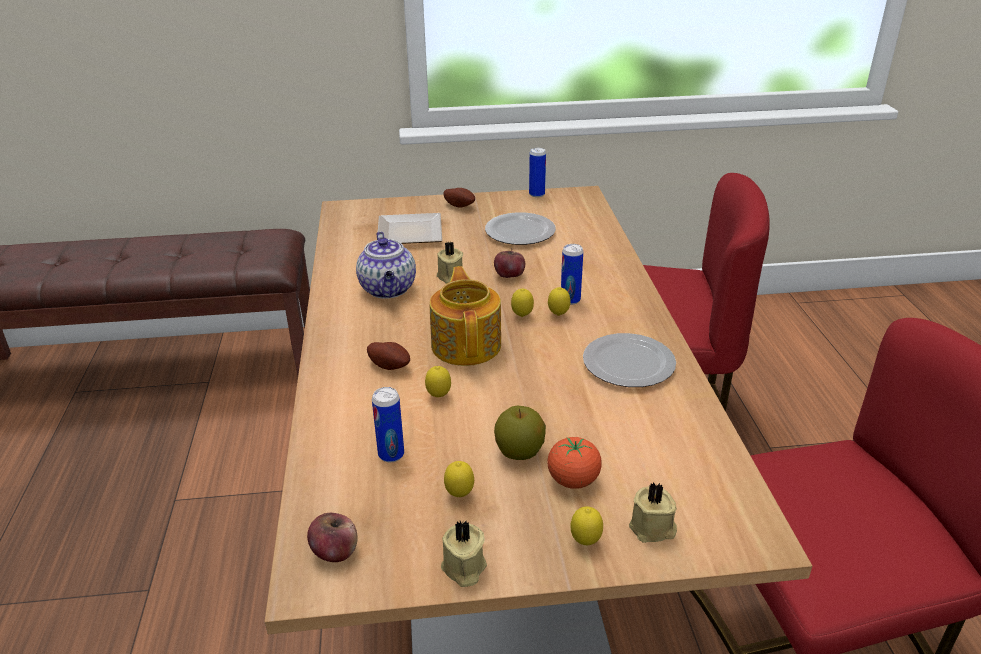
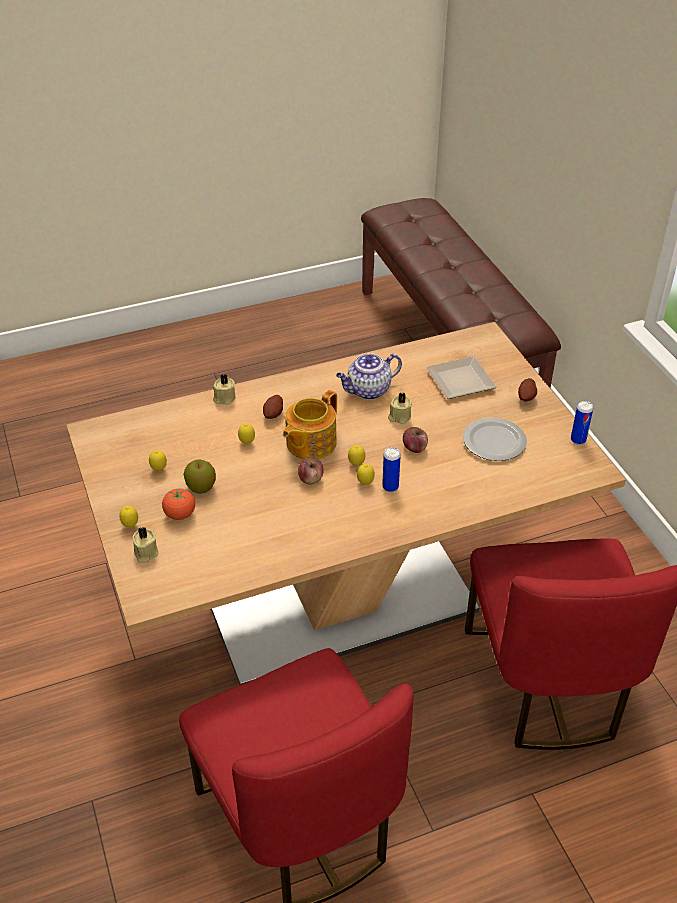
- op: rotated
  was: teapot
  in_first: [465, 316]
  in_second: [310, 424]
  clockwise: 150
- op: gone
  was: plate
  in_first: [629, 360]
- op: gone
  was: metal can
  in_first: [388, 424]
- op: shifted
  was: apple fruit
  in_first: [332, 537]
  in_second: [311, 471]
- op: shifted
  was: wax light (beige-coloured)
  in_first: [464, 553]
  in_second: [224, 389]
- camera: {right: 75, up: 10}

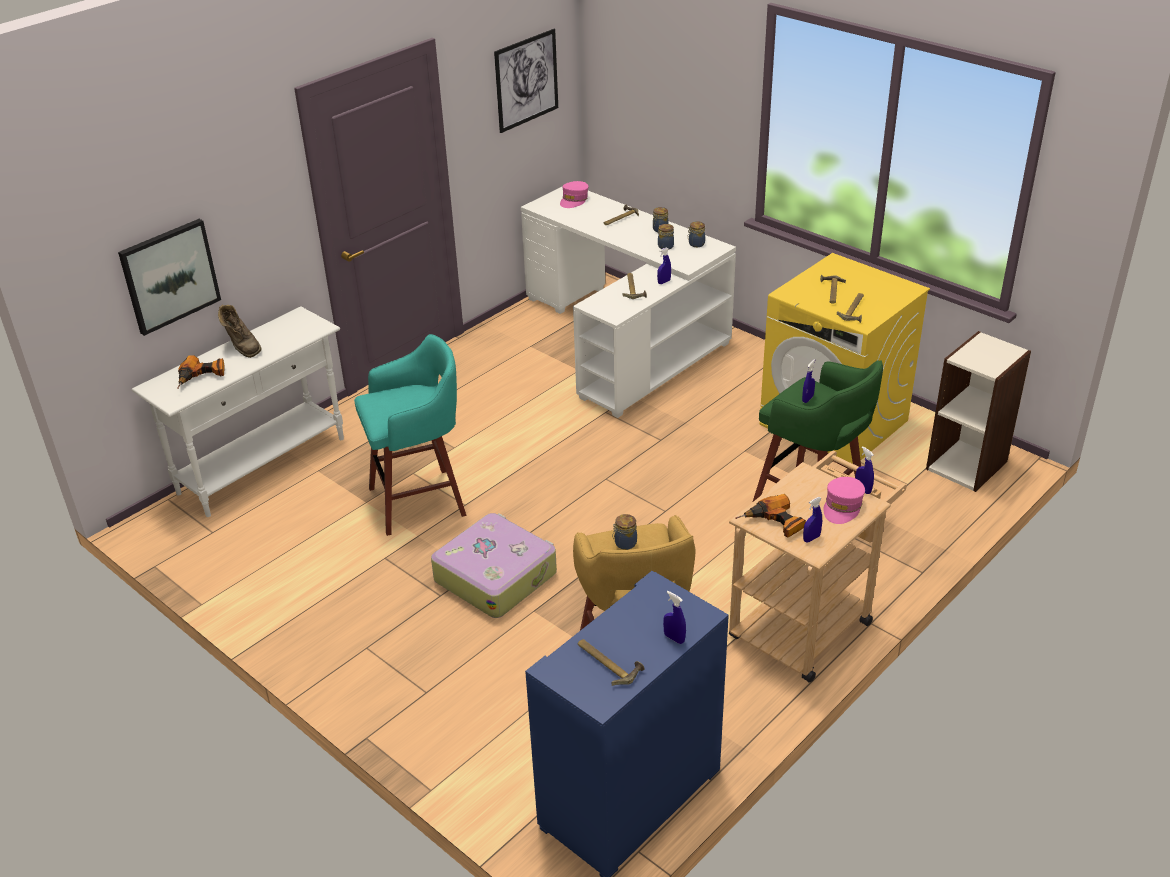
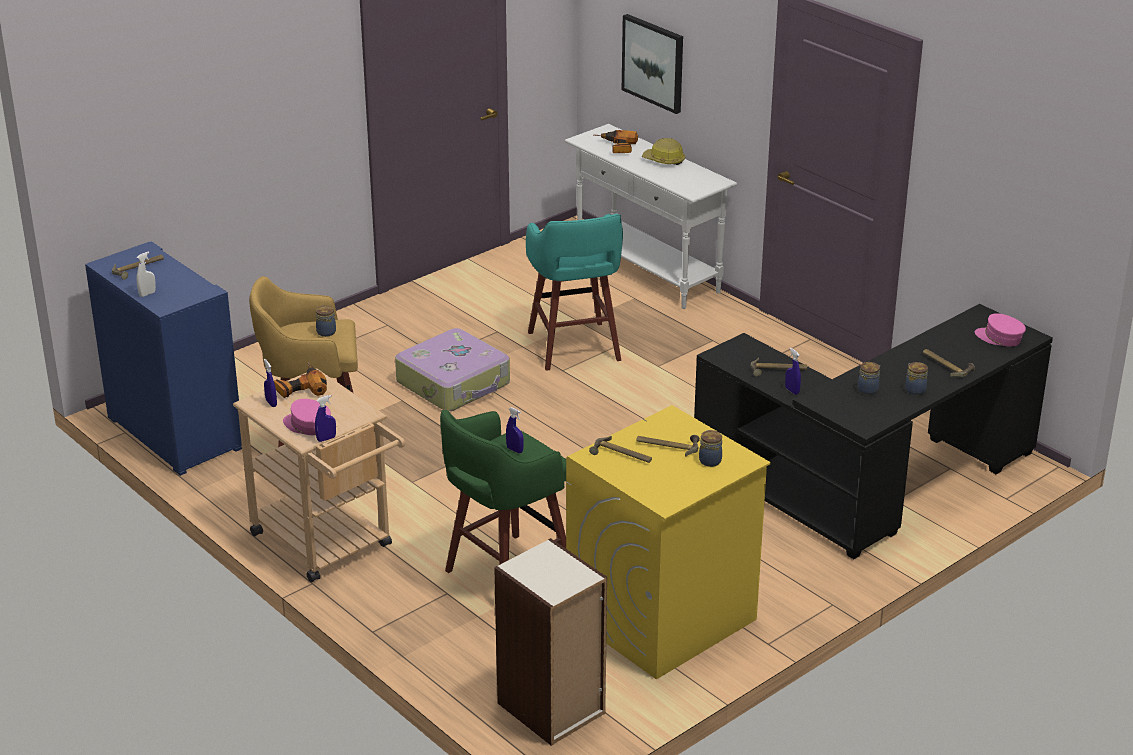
- op: gone
  was: picture
  in_first: [526, 81]
- op: repainted
  was: desk table (whitish)
  now: desk table (blackish)
  in_first: [628, 302]
  in_second: [873, 431]
- op: shifted
  was: preserve jar
  in_first: [696, 234]
  in_second: [710, 448]
- op: swapped
  was: tall boot (brown-coloured)
  now: hard hat
  in_first: [240, 331]
  in_second: [663, 151]
- op: repainted
  was: sprayer (bluish)
  now: sprayer (whitish)
  in_first: [674, 617]
  in_second: [146, 274]
- camera: {right: 95, up: -5}

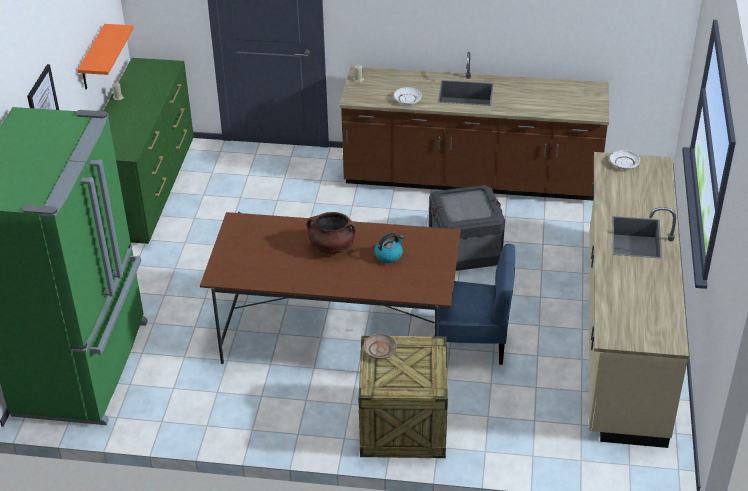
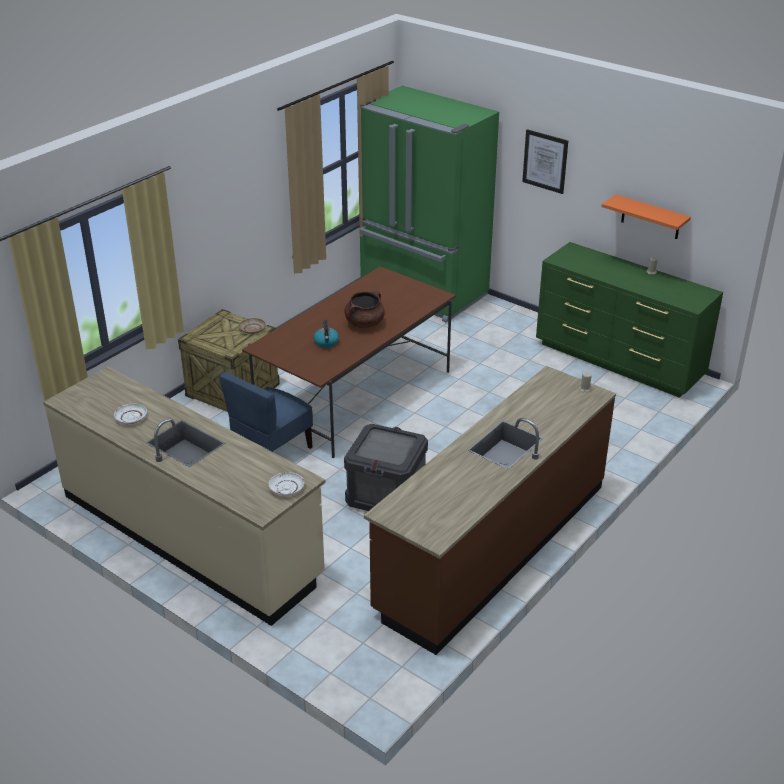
- op: shifted
  was: plate (whitish)
  in_first: [408, 96]
  in_second: [130, 414]
- camera: {right: 120, up: -5}

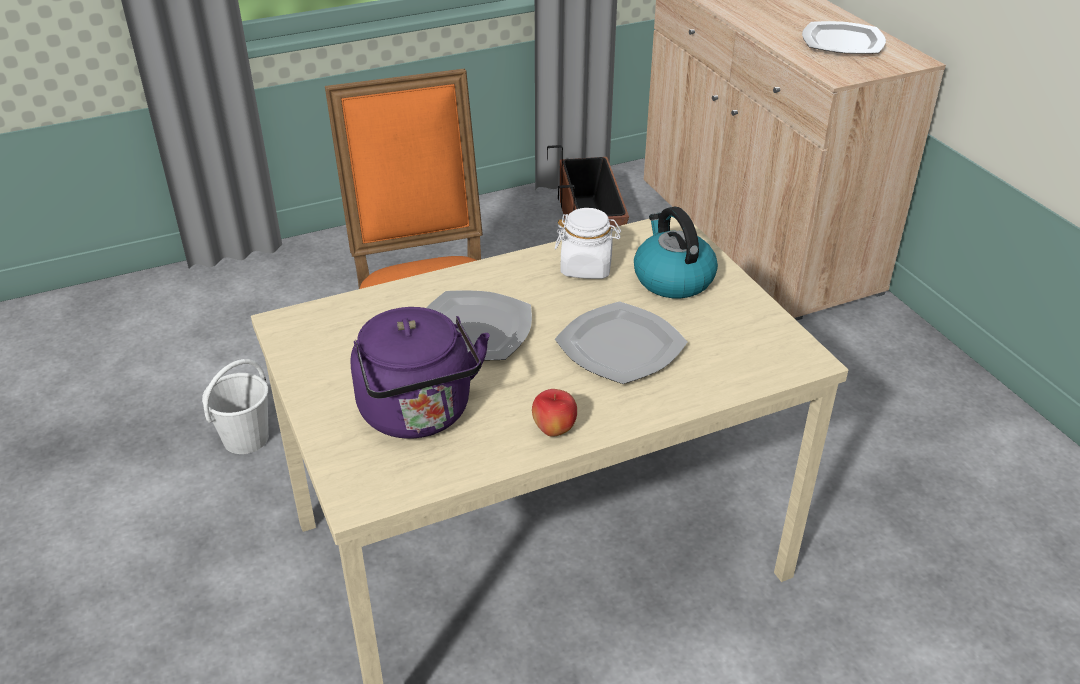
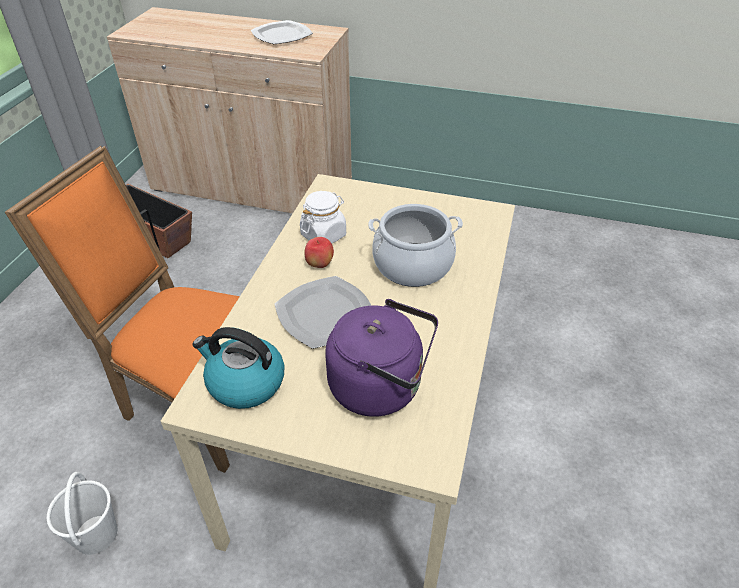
- op: shifted
  was: water kettle
  in_first: [676, 252]
  in_second: [239, 368]
- op: swapped
  was: plate
  now: saucepot
  in_first: [621, 342]
  in_second: [415, 245]
- op: shifted
  was: apple fruit
  in_first: [554, 413]
  in_second: [319, 252]
- camera: {right: -50, up: 5}

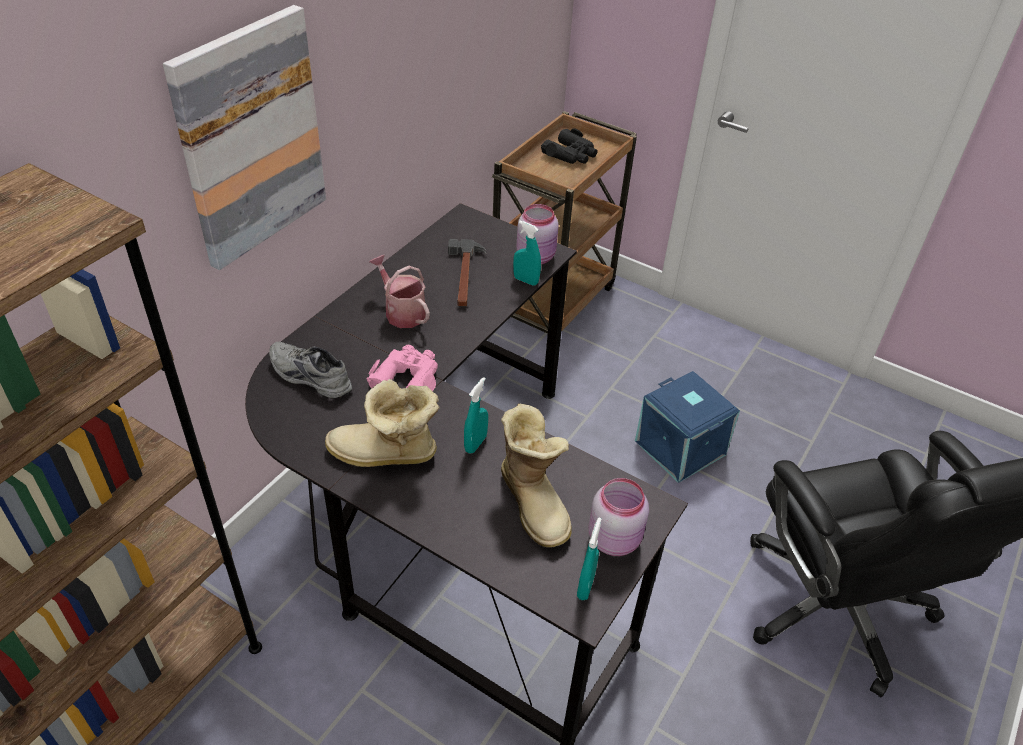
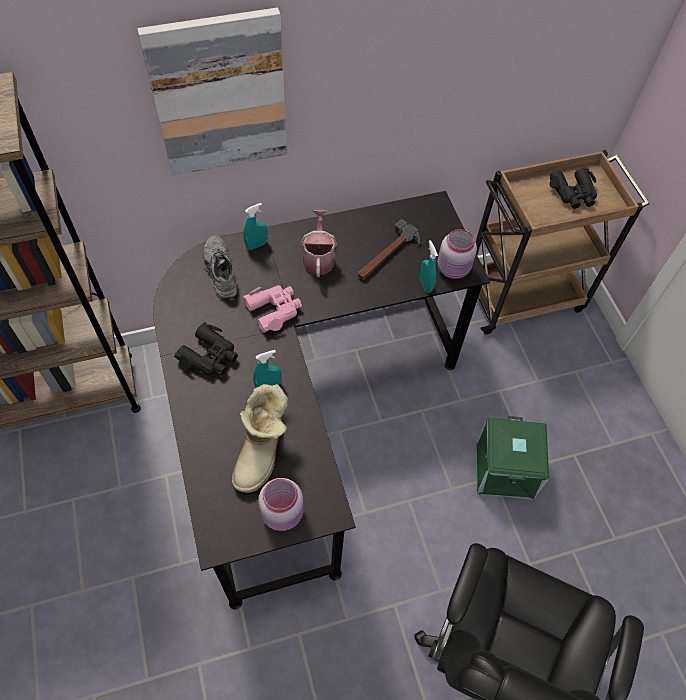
- op: repainted
  was: storage container (bluish)
  now: storage container (green)
  in_first: [687, 427]
  in_second: [513, 458]
- op: swapped
  was: tall boot
  now: field glasses (blackish)
  in_first: [382, 423]
  in_second: [206, 349]
- op: shifted
  was: sprayer (blue-green)
  in_first: [589, 559]
  in_second: [256, 226]
- camera: {right: 40, up: 15}

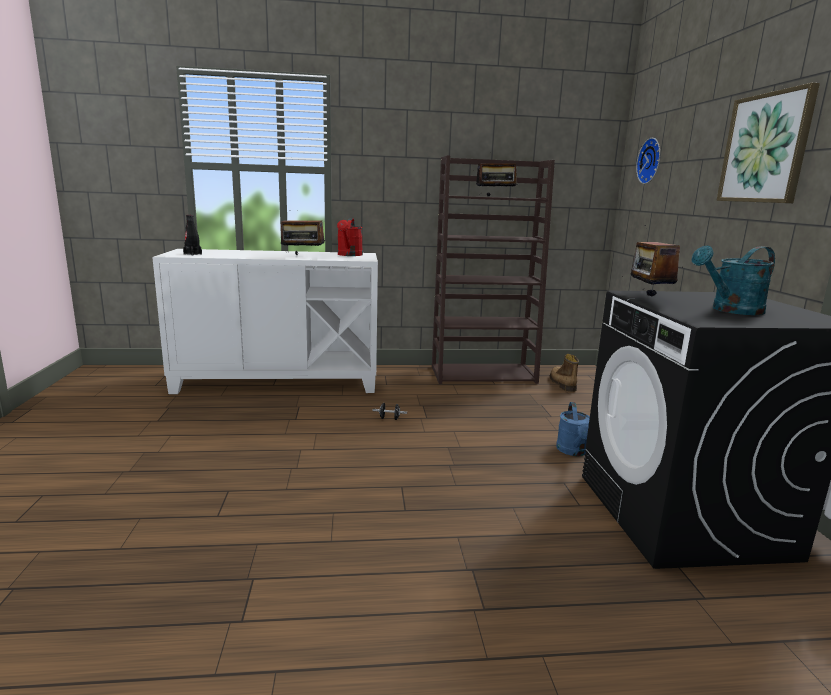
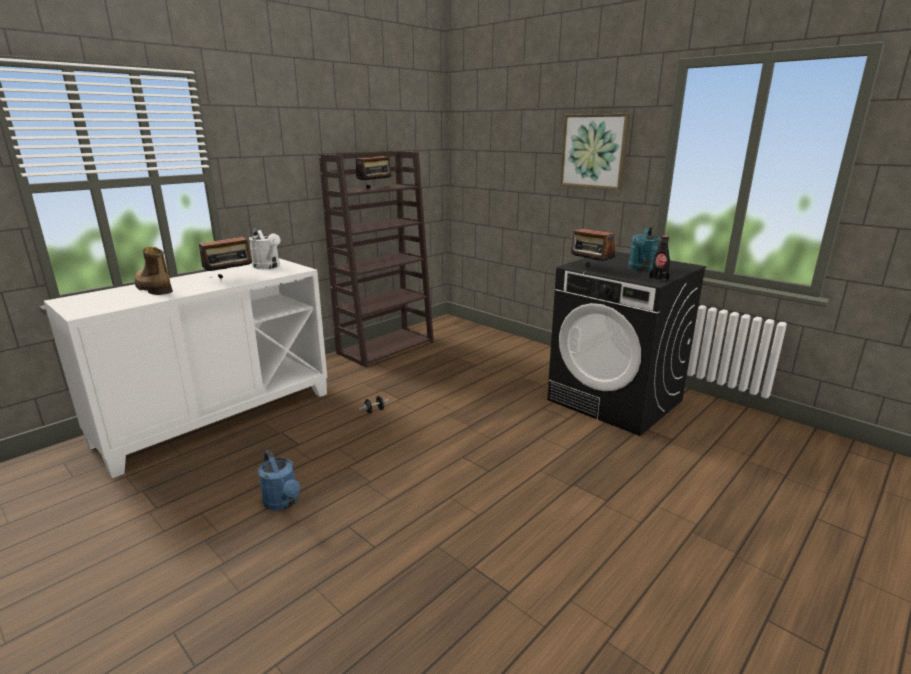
- op: gone
  was: clock on the wall
  in_first: [648, 161]
- op: shifted
  was: drink bottle (blackish)
  in_first: [192, 235]
  in_second: [659, 258]
- op: repainted
  was: sprinkling can (red-coloured)
  now: sprinkling can (whitish)
  in_first: [350, 237]
  in_second: [264, 248]
- op: shifted
  was: tall boot
  in_first: [564, 373]
  in_second: [154, 271]
- op: shifted
  was: sprinkling can (bluish)
  in_first: [573, 429]
  in_second: [279, 480]
- camera: {right: -40, up: 5}

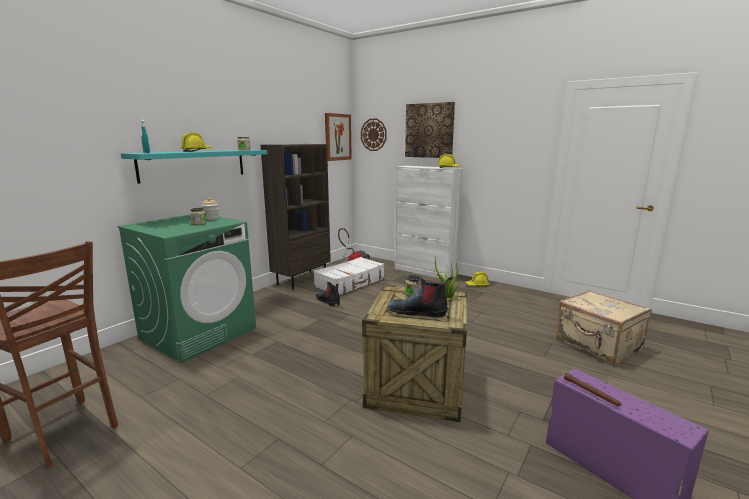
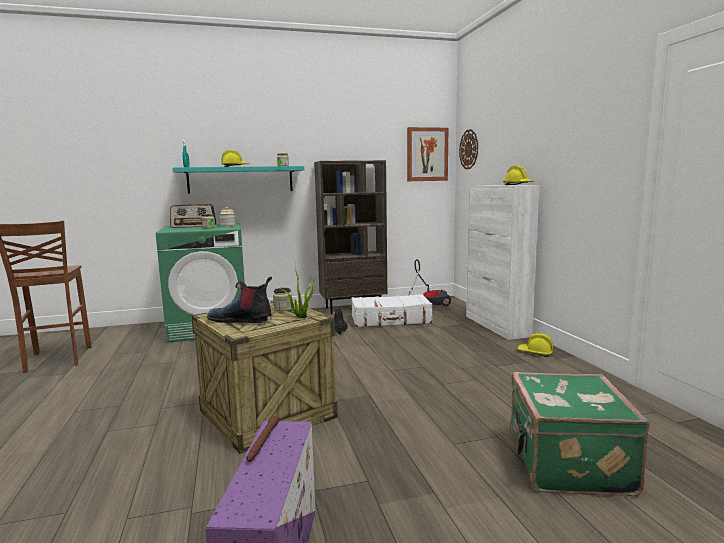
- op: gone
  was: picture
  in_first: [430, 130]
- op: rotated
  was: tall boot
  in_first: [420, 297]
  in_second: [239, 300]
  clockwise: -45
- op: repainted
  was: piece of luggage (beige-coloured)
  now: piece of luggage (green)
  in_first: [604, 327]
  in_second: [580, 434]
- op: new
  now: radio set
  in_second: [193, 216]
- camera: {right: 40, up: -5}

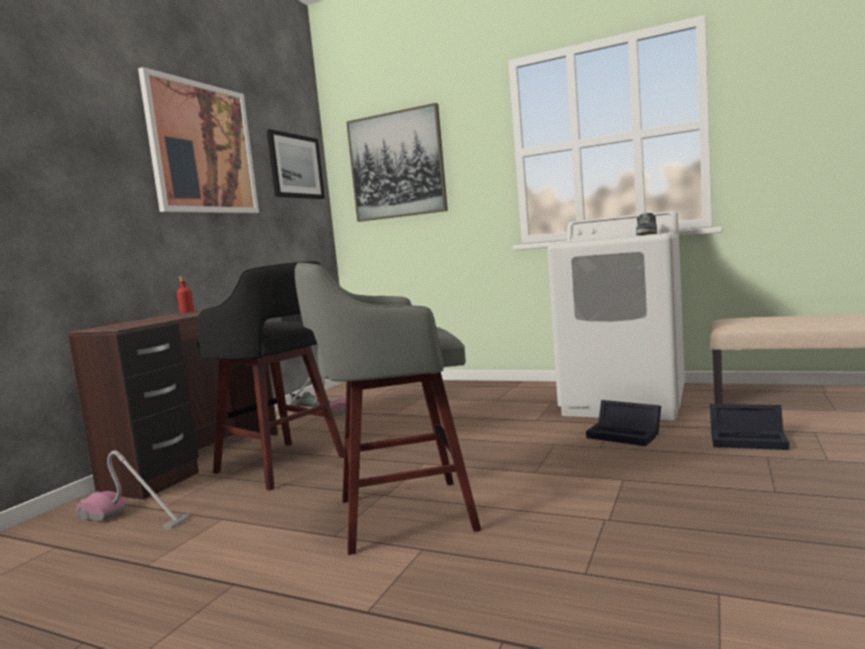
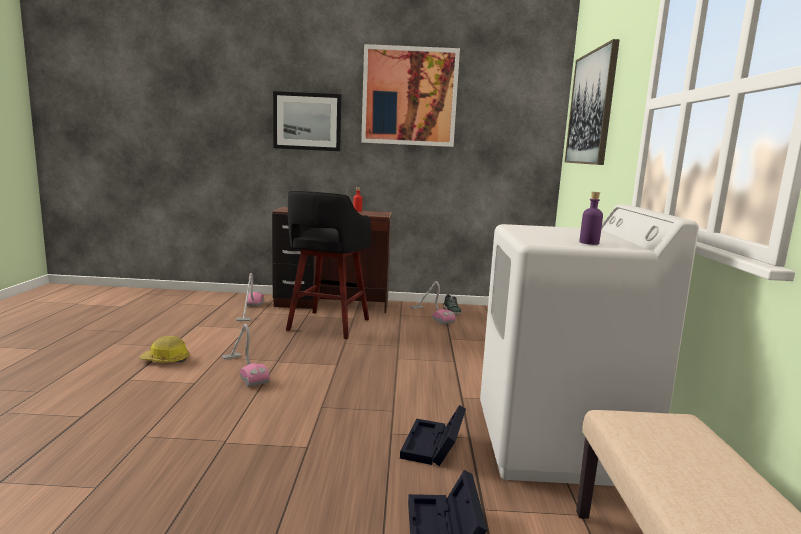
- op: shifted
  was: picture
  in_first: [296, 164]
  in_second: [307, 121]
- op: swapped
  was: low shoe
  now: drink bottle (purple-coloured)
  in_first: [646, 224]
  in_second: [591, 218]
- op: swapped
  was: stool (greyish)
  now: vacuum cleaner
  in_first: [388, 409]
  in_second: [246, 355]
- op: new
  now: hard hat
  in_second: [165, 349]
- camera: {right: 65, up: 5}

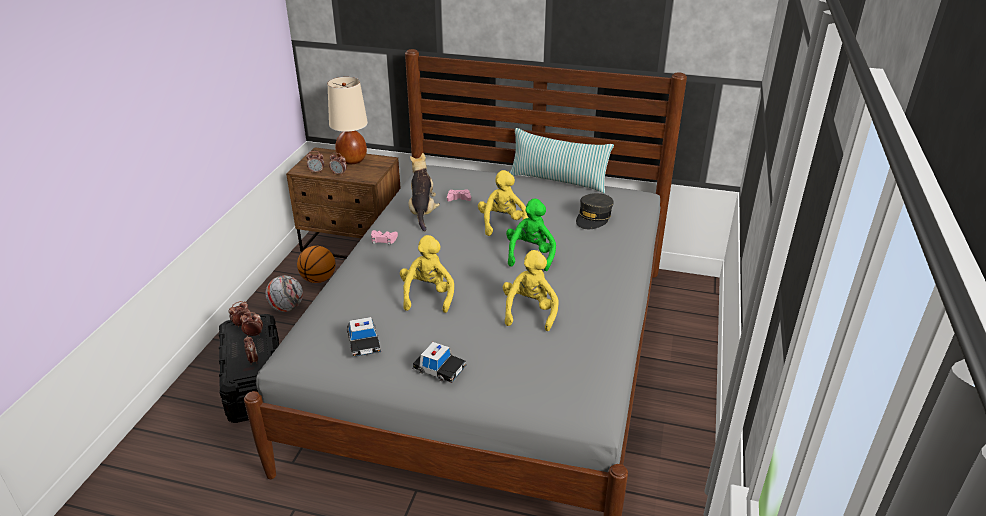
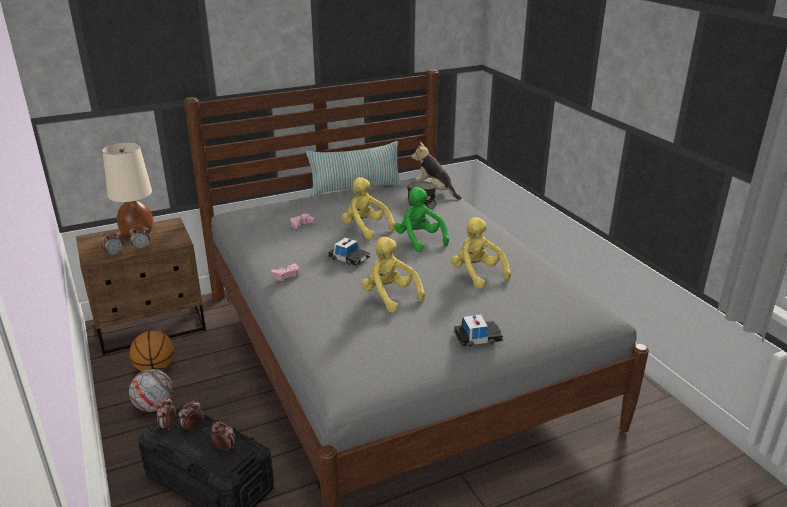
- op: shifted
  was: soft toy
  in_first: [424, 192]
  in_second: [436, 171]
- op: shifted
  was: toy car
  in_first: [364, 337]
  in_second: [349, 252]
- camera: {right: -40, up: -5}

